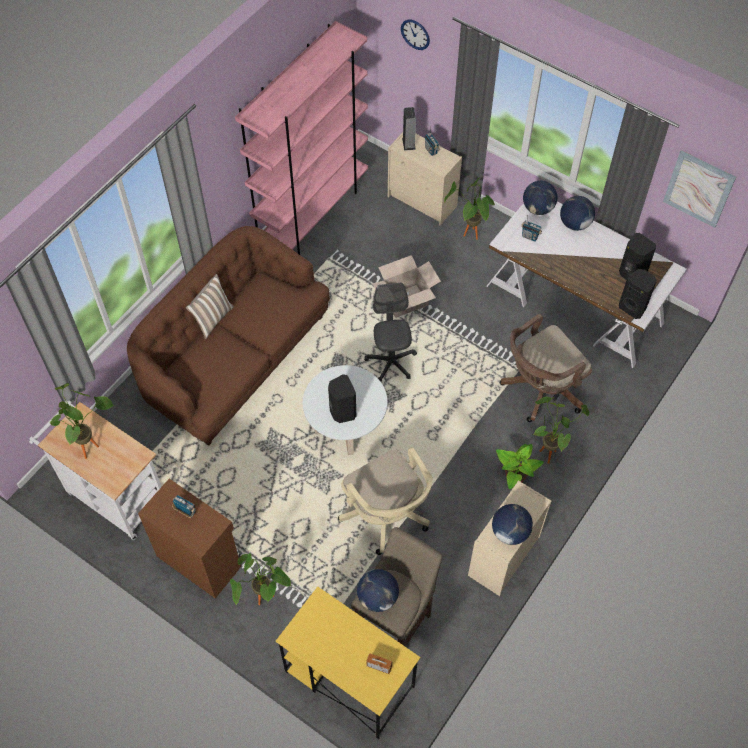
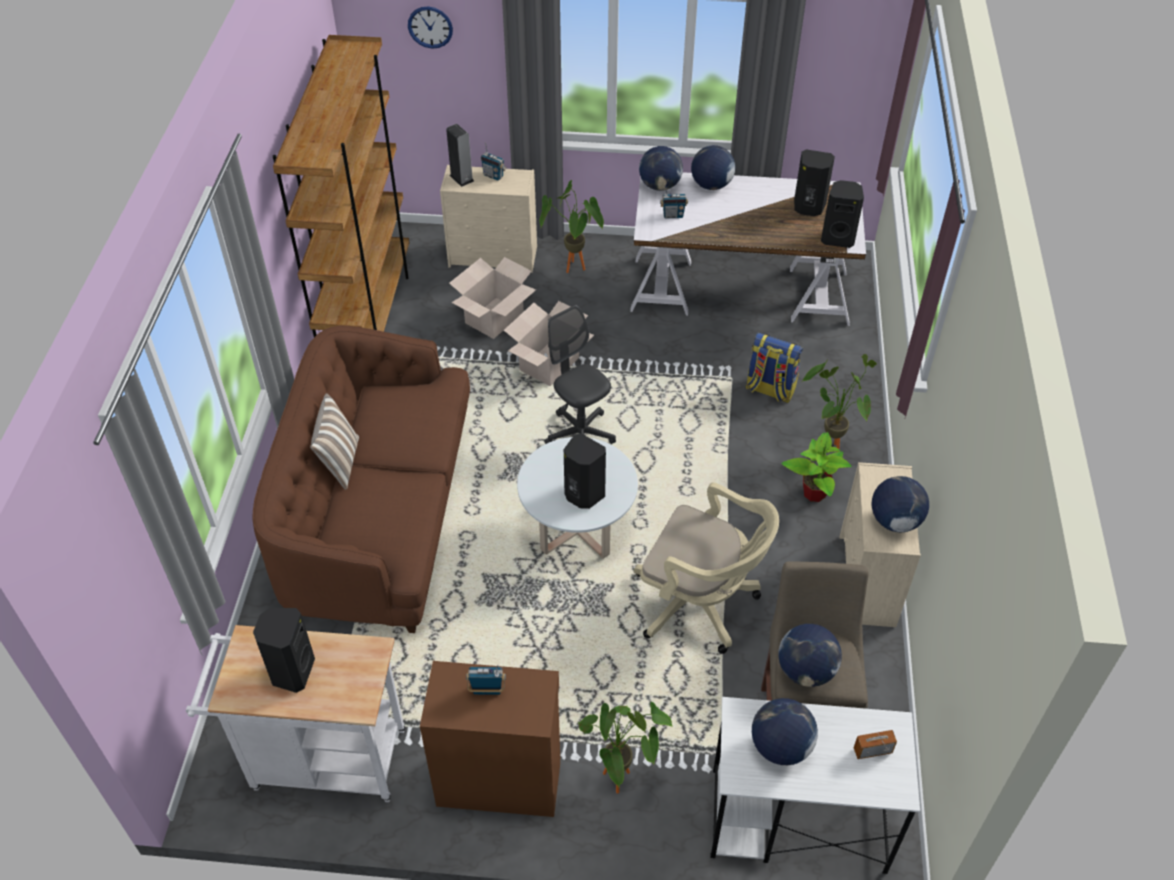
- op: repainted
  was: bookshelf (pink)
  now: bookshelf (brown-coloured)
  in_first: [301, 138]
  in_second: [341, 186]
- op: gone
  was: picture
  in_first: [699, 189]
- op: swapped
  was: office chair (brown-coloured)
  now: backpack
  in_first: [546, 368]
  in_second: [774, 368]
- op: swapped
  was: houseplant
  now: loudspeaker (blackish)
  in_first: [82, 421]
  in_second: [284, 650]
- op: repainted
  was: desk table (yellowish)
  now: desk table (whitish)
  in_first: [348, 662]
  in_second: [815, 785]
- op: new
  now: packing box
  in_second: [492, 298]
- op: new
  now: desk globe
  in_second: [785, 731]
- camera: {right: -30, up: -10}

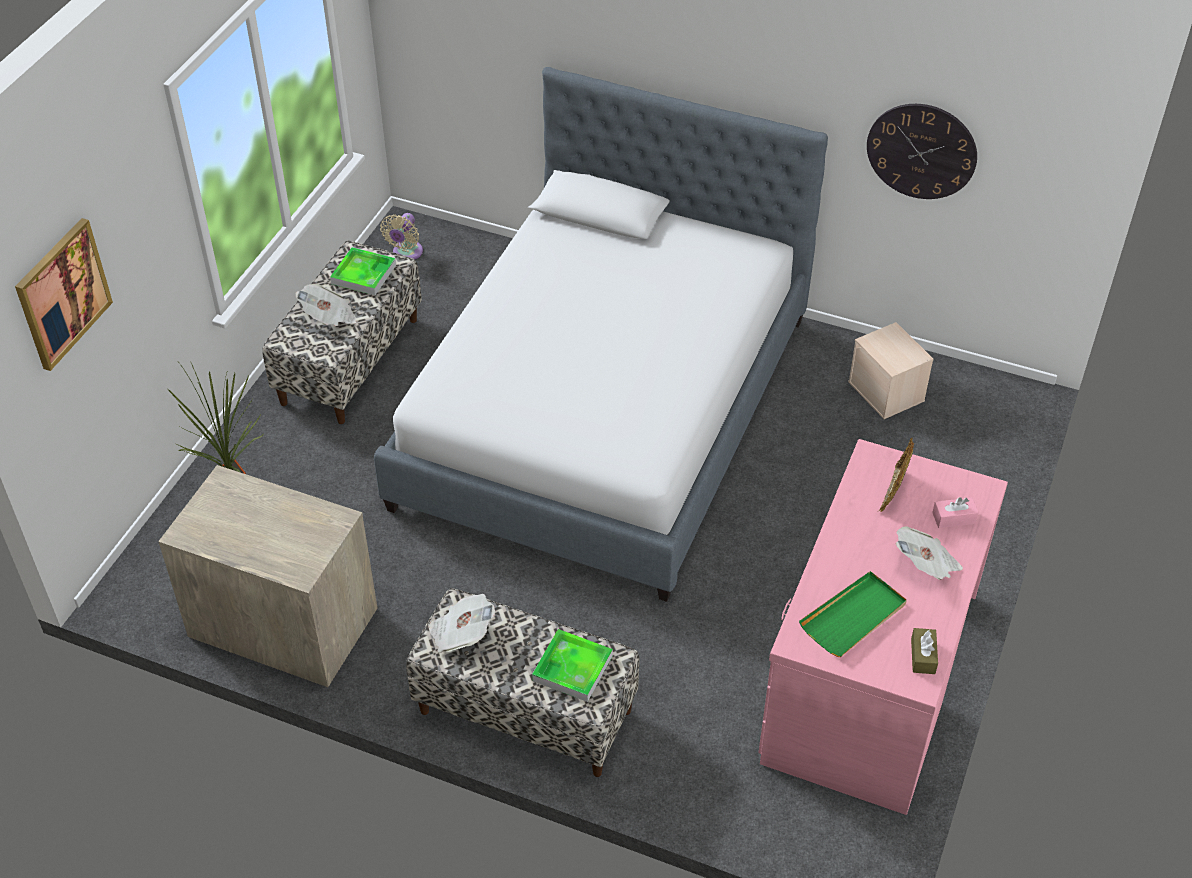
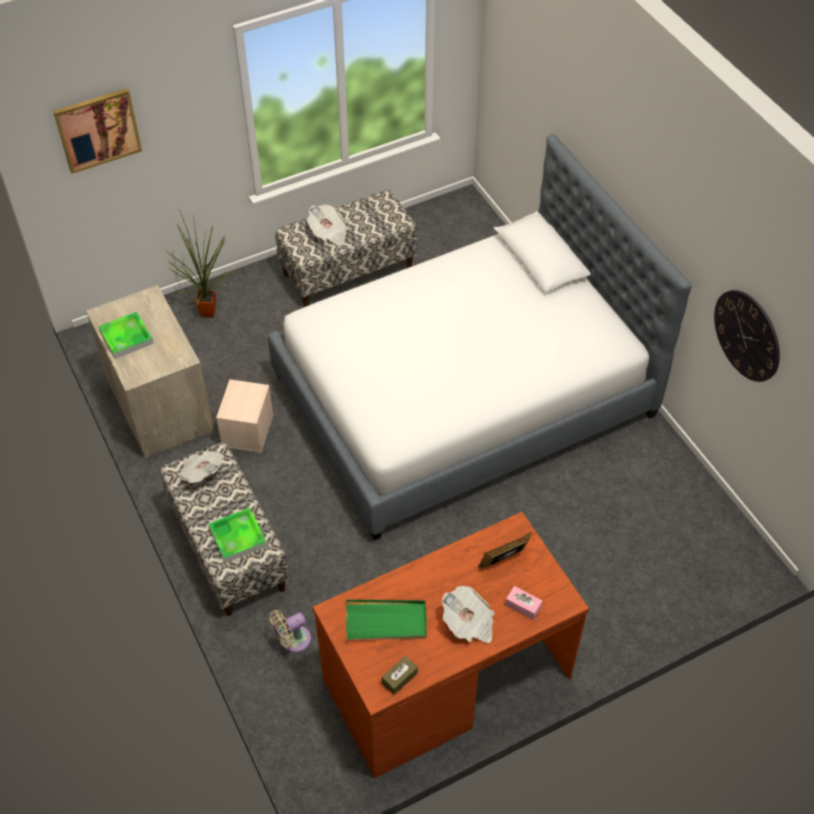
- op: shifted
  was: cooling fan (beige-coloured)
  in_first: [401, 236]
  in_second: [290, 631]
- op: shifted
  was: carrying tray
  in_first: [363, 271]
  in_second: [126, 335]
- op: shifted
  was: storage container (beige-coloured)
  in_first: [891, 370]
  in_second: [244, 416]
- op: repainted
  was: desk table (pink)
  now: desk table (brown-coloured)
  in_first: [883, 627]
  in_second: [451, 645]
- camera: {right: 40, up: 5}

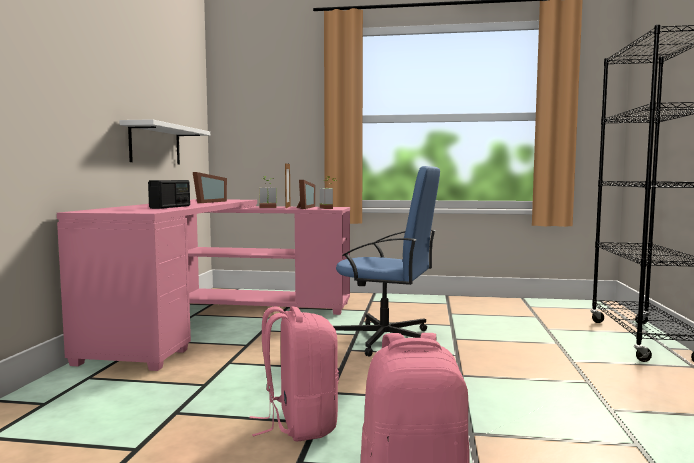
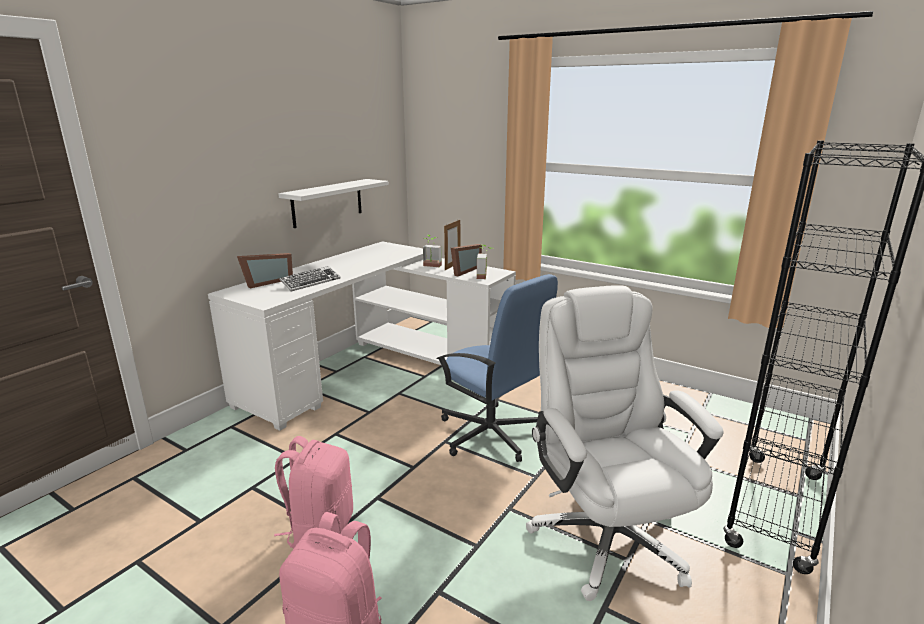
- op: shifted
  was: standing frame
  in_first: [210, 187]
  in_second: [265, 270]
- op: swapped
  was: radio set
  now: computer keyboard
  in_first: [169, 194]
  in_second: [309, 278]
- op: repainted
  was: desk table (pink)
  now: desk table (whitish)
  in_first: [203, 285]
  in_second: [362, 336]
- op: new
  now: office chair (whitish)
  in_second: [625, 443]
- camera: {right: 25, up: 15}

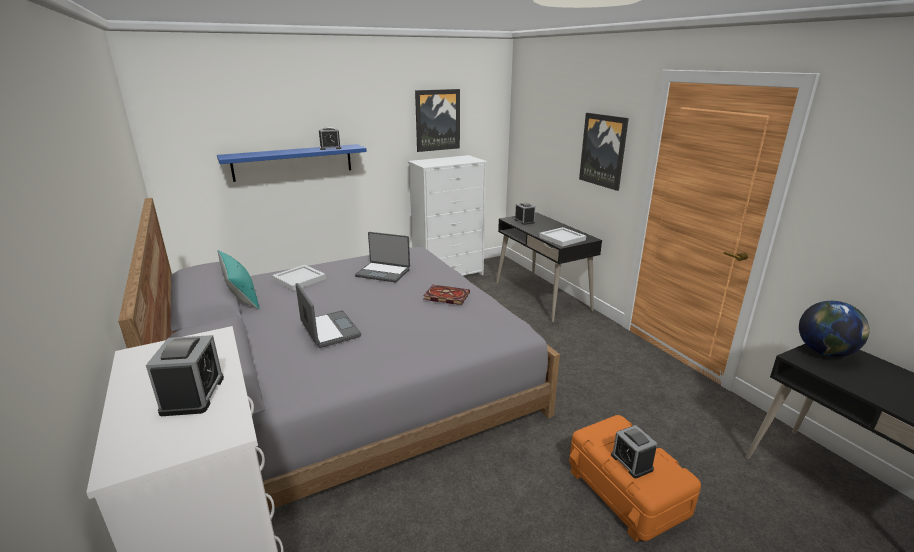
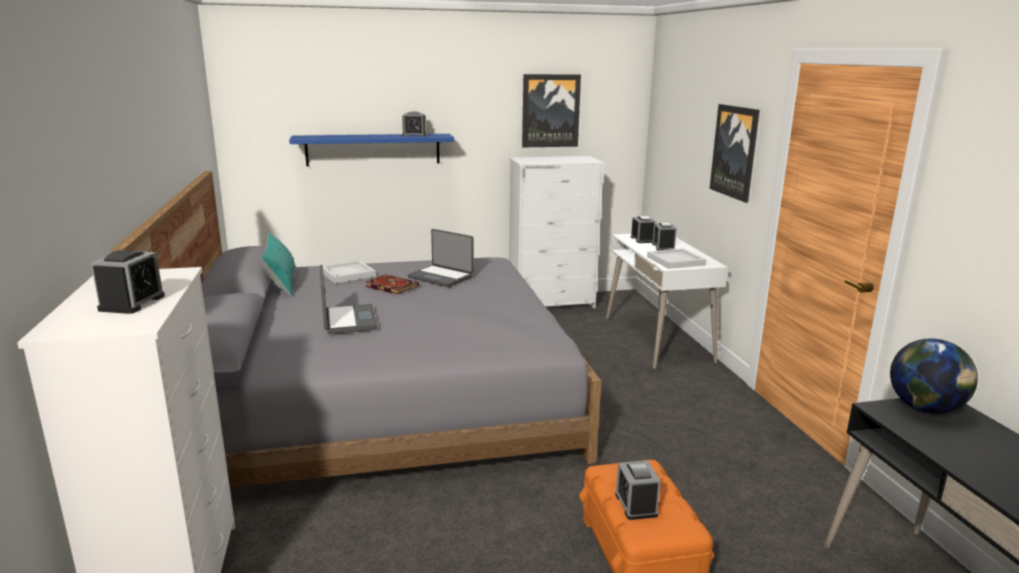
- op: repainted
  was: desk table (blackish)
  now: desk table (whitish)
  in_first: [549, 267]
  in_second: [667, 301]
- op: shifted
  was: volume
  in_first: [446, 295]
  in_second: [392, 284]
- op: new
  now: table clock
  in_second: [664, 236]
- camera: {right: 15, up: -5}

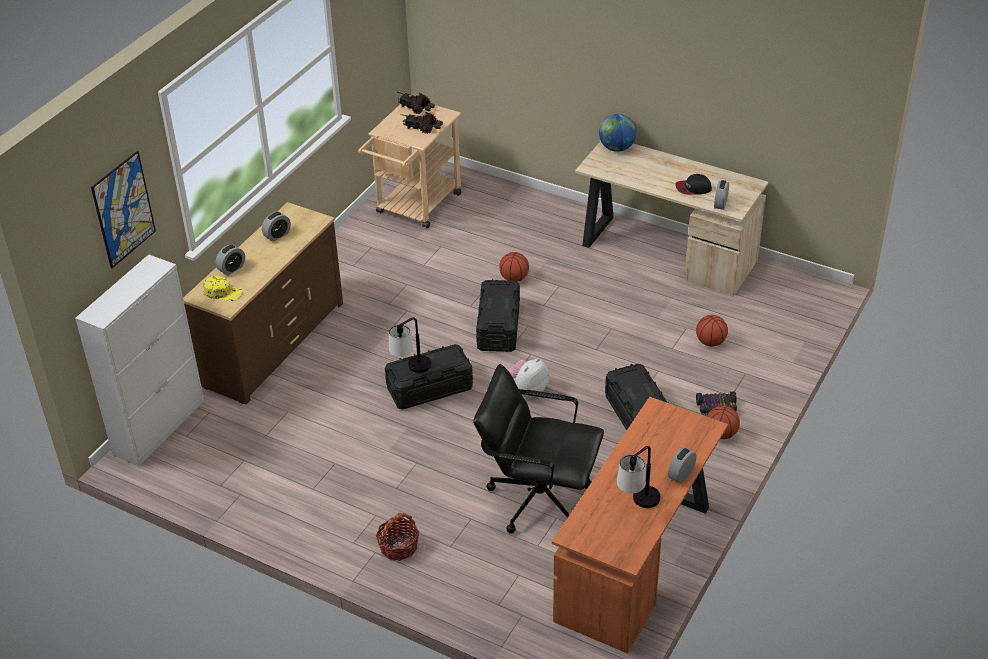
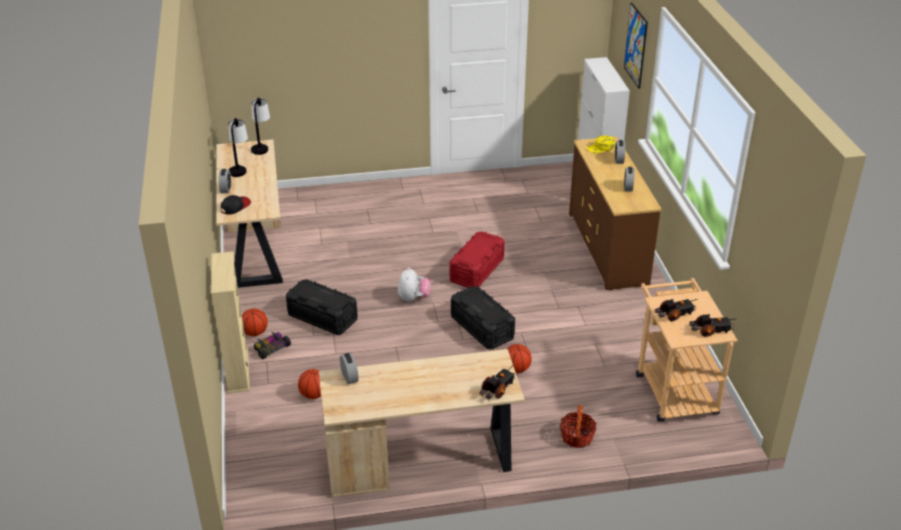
- op: swapped
  was: desk globe
  now: toy lorry
  in_first: [617, 133]
  in_second: [497, 382]
- op: shifted
  was: cap
  in_first: [693, 184]
  in_second: [236, 205]
- op: shifted
  was: table lamp
  in_first: [410, 345]
  in_second: [260, 126]
- op: repainted
  was: storage container (blackish)
  now: storage container (red-coloured)
  in_first: [429, 377]
  in_second: [477, 259]
- op: gone
  was: office chair (blackish)
  in_first: [538, 449]
- op: repainted
  was: desk table (orange)
  now: desk table (beige-coloured)
  in_first: [640, 525]
  in_second: [249, 213]
- op: shifted
  was: basket
  in_first: [397, 537]
  in_second: [578, 426]
- op: new
  now: bookshelf (beige-coloured)
  in_second: [230, 322]
- camera: {right: 140, up: -5}

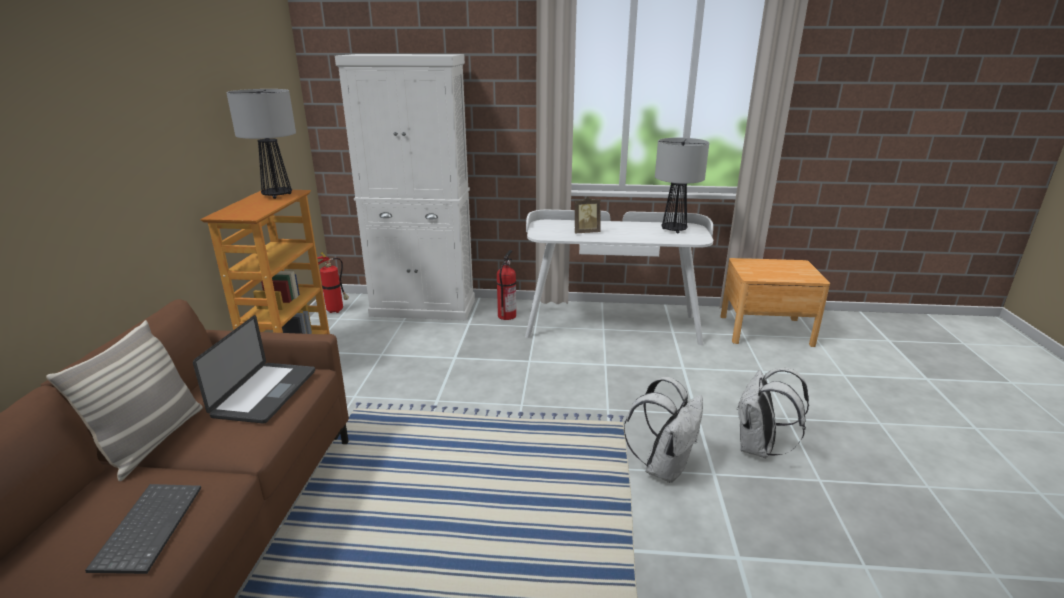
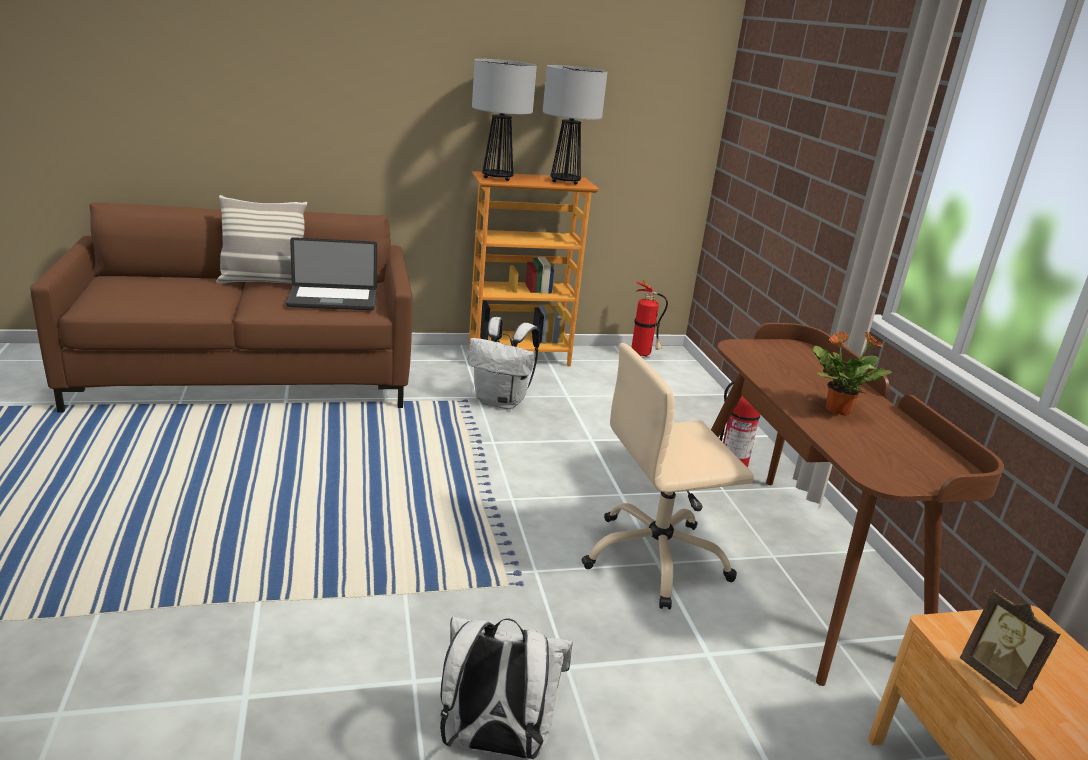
- op: gone
  was: cabinet (whitish)
  in_first: [405, 187]
- op: shifted
  was: table lamp
  in_first: [682, 186]
  in_second: [504, 120]
- op: shifted
  was: standing frame
  in_first: [588, 214]
  in_second: [1010, 647]
- op: repainted
  was: desk table (whitish)
  now: desk table (brown-coloured)
  in_first: [619, 277]
  in_second: [857, 504]
- op: shifted
  was: backpack (whitish)
  in_first: [663, 430]
  in_second: [504, 363]
- op: gone
  was: computer keyboard
  in_first: [143, 529]
- op: new
  now: houseplant
  in_second: [852, 373]
- op: new
  now: office chair (beige-coloured)
  in_second: [667, 476]
- camera: {right: 70, up: 0}

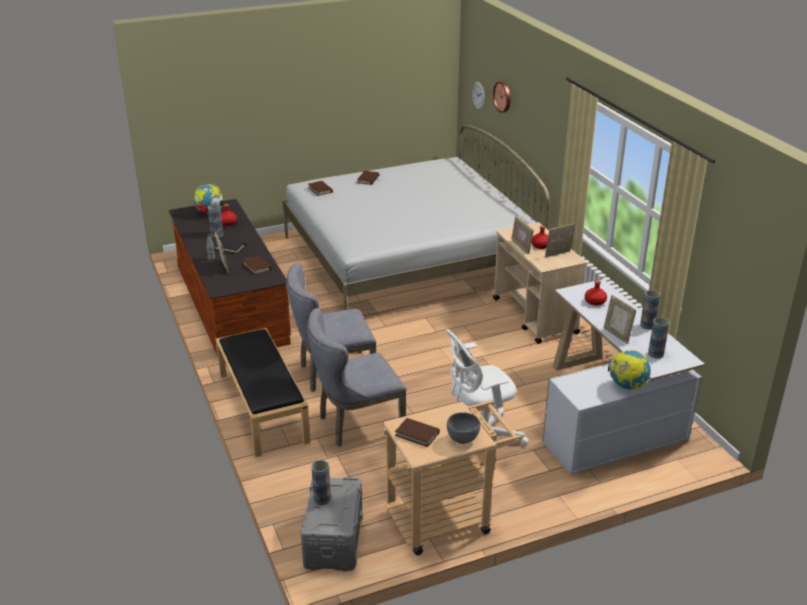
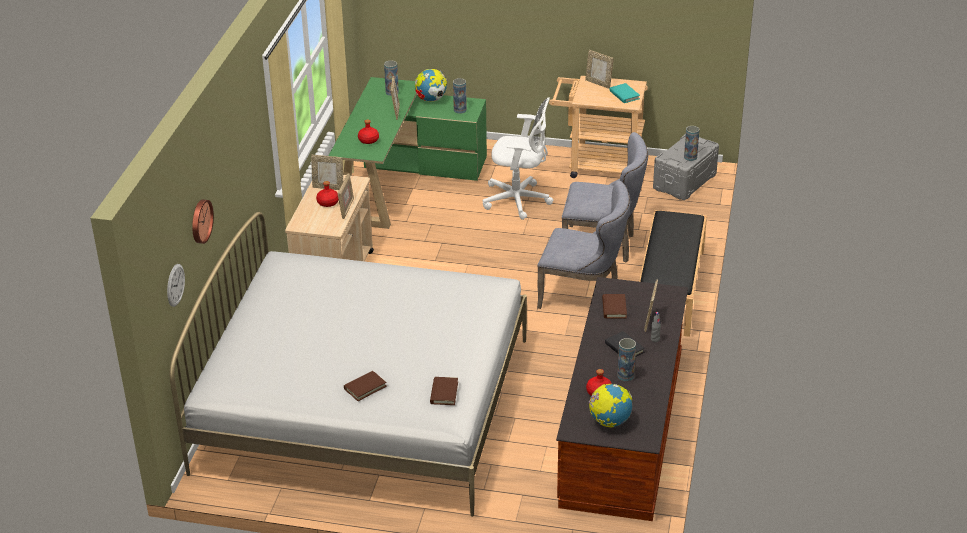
- op: repainted
  was: desk table (whitish)
  now: desk table (green)
  in_first: [623, 377]
  in_second: [407, 153]
- op: shifted
  was: vase
  in_first: [650, 310]
  in_second: [460, 96]
- op: swapped
  was: bowl (greyish)
  now: standing frame
  in_first: [463, 428]
  in_second: [599, 69]
- op: repainted
  was: volume (brown-coloured)
  now: volume (blue-green)
  in_first: [417, 432]
  in_second: [624, 93]
- camera: {right: -145, up: 5}

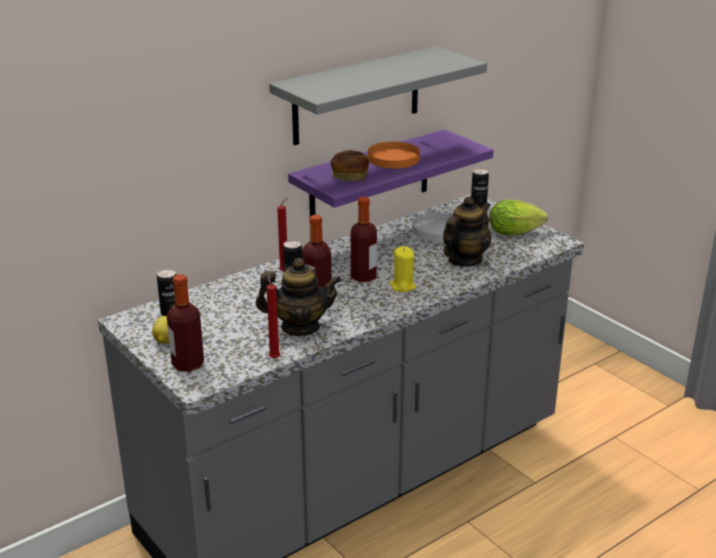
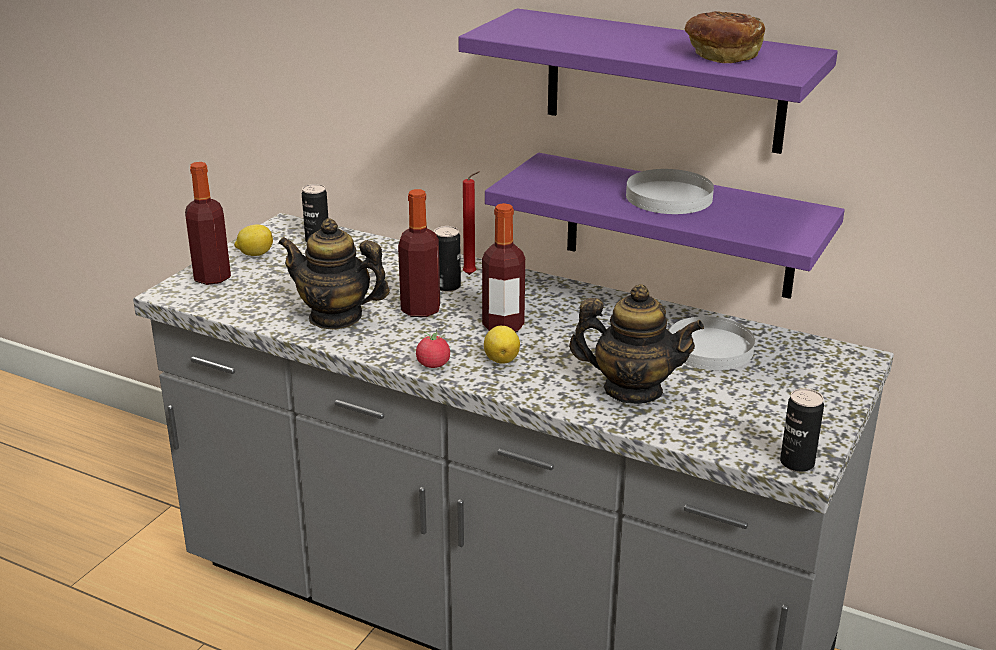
- op: repainted
  was: wall shelf (greyish)
  now: wall shelf (purple-coloured)
  in_first: [378, 95]
  in_second: [648, 81]
- op: repainted
  was: plate (orange)
  now: plate (whitish)
  in_first: [394, 155]
  in_second: [670, 191]
- op: shifted
  was: bakery bread
  in_first: [350, 165]
  in_second: [725, 37]
- op: shifted
  was: metal can
  in_first: [480, 188]
  in_second: [802, 430]
- op: gone
  was: lettuce
  in_first: [519, 217]
- op: swapped
  was: wax light (yellowish)
  now: citrus fruit
  in_first: [402, 269]
  in_second: [502, 345]
- op: rotated
  was: teapot
  in_first: [299, 297]
  in_second: [334, 274]
  clockwise: 135
- op: gone
  was: wax light (red-coloured)
  in_first: [273, 316]
- op: new
  now: whole tomato
  in_second: [433, 348]
- camera: {right: 65, up: 0}

